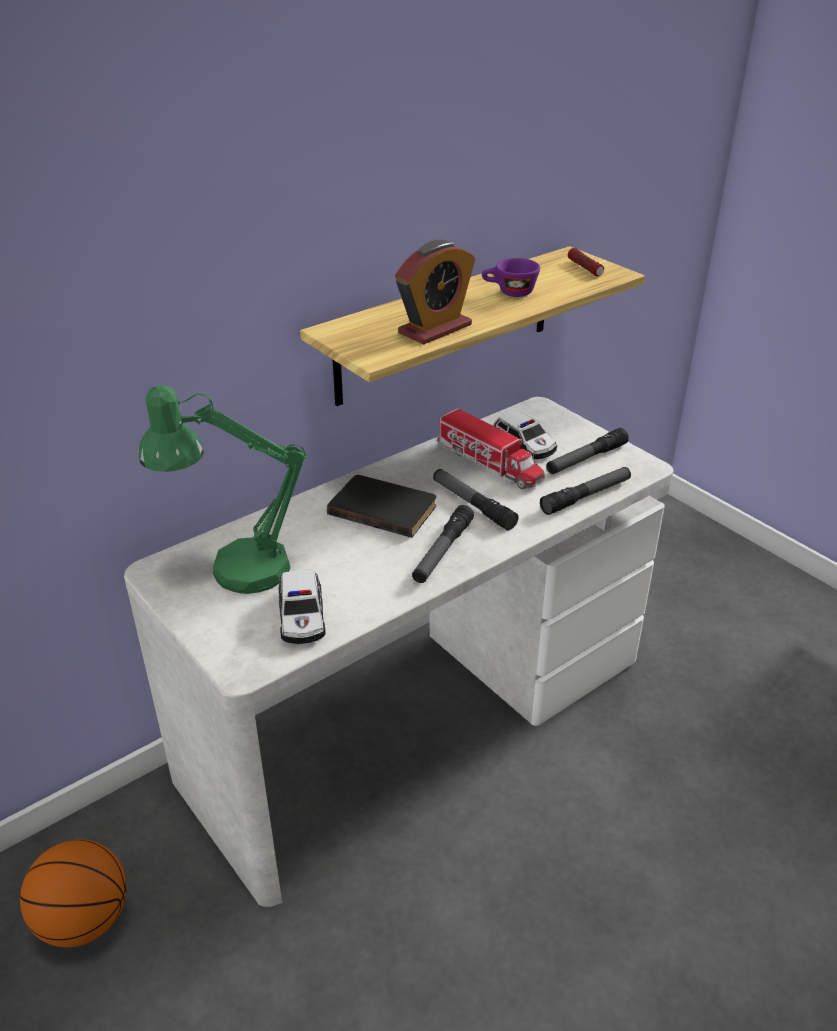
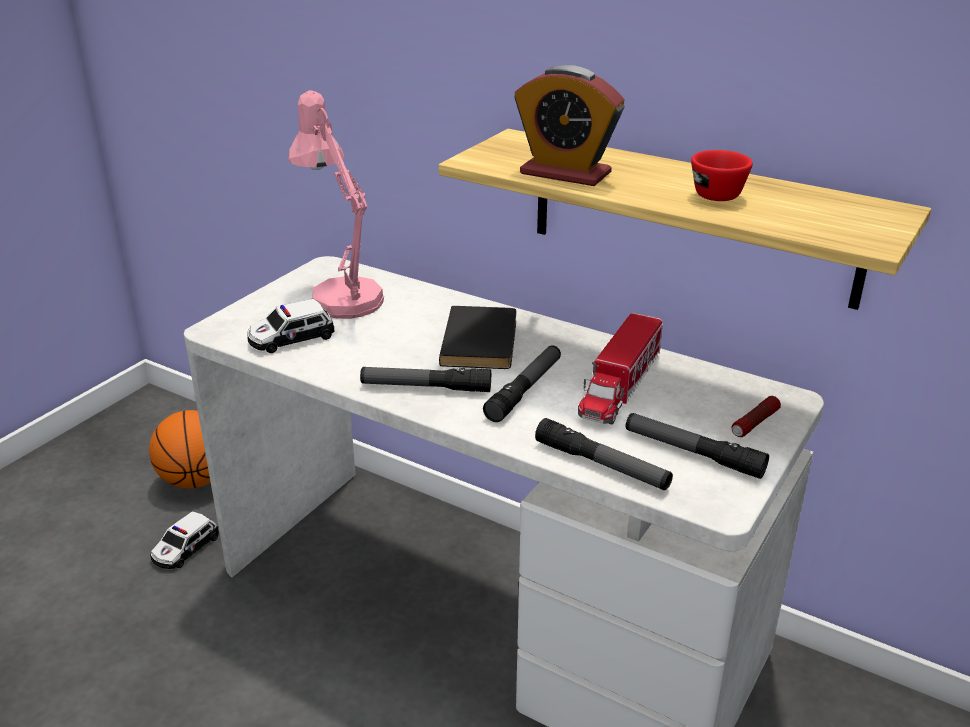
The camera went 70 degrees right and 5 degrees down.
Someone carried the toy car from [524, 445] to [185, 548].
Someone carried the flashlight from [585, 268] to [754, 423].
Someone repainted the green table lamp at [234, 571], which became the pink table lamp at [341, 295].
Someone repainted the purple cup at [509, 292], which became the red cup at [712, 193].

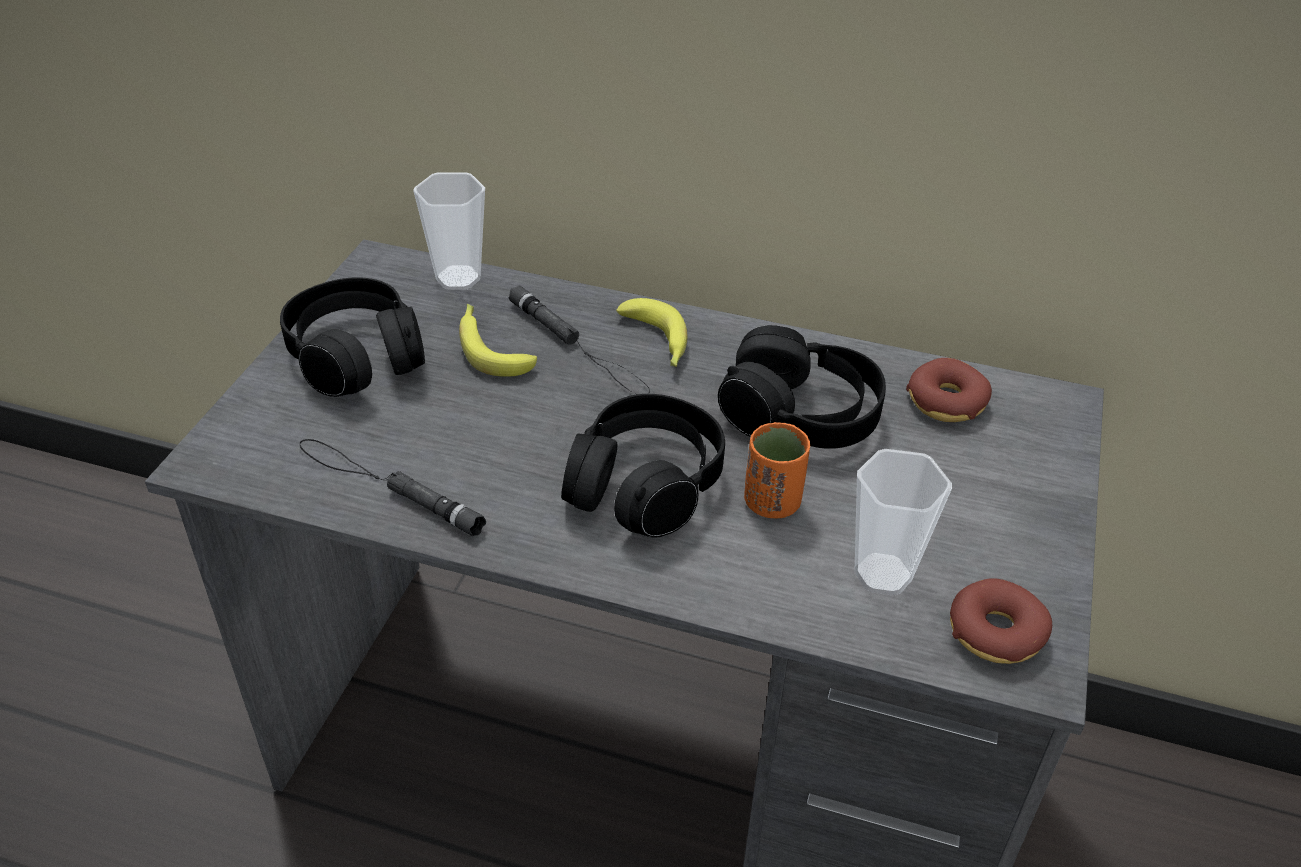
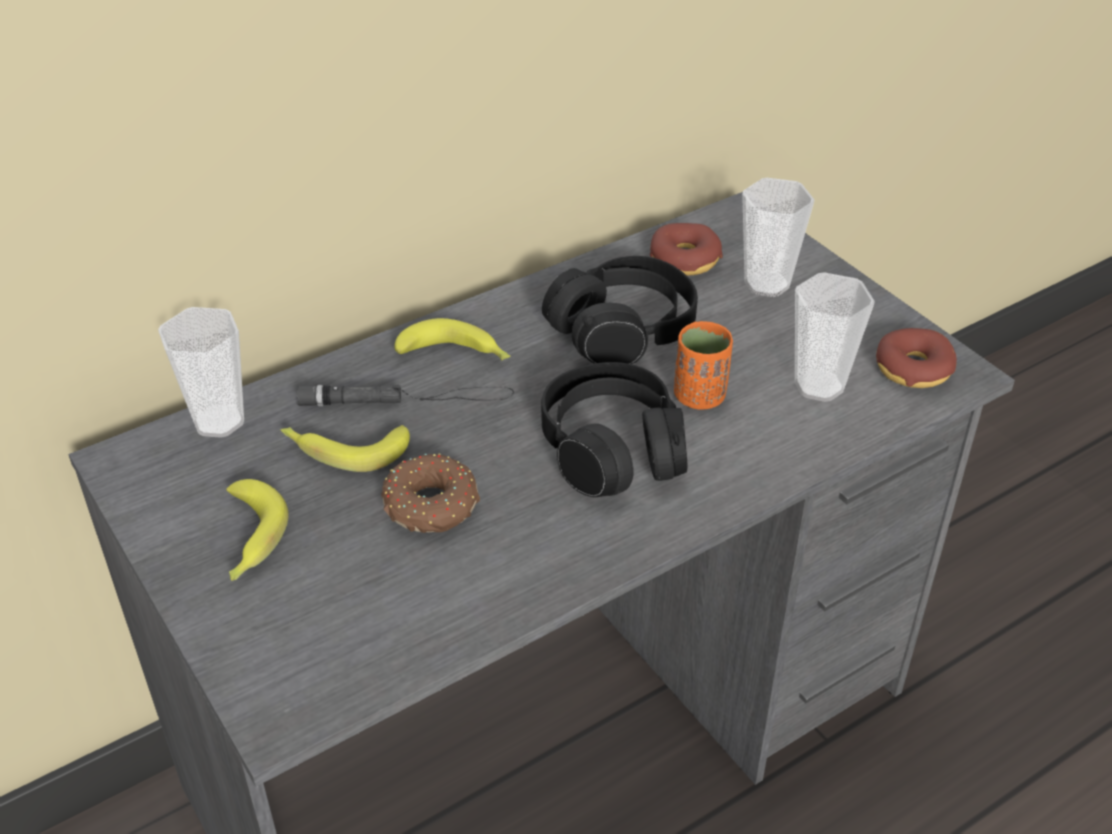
The camera went 50 degrees left and 0 degrees up.
Someone took away the black flashlight at [387, 487].
Someone put down the donut at [431, 507].
Someone put down the cup at [767, 284].
Someone swapped the black headphones at [356, 356] for the banana at [249, 540].

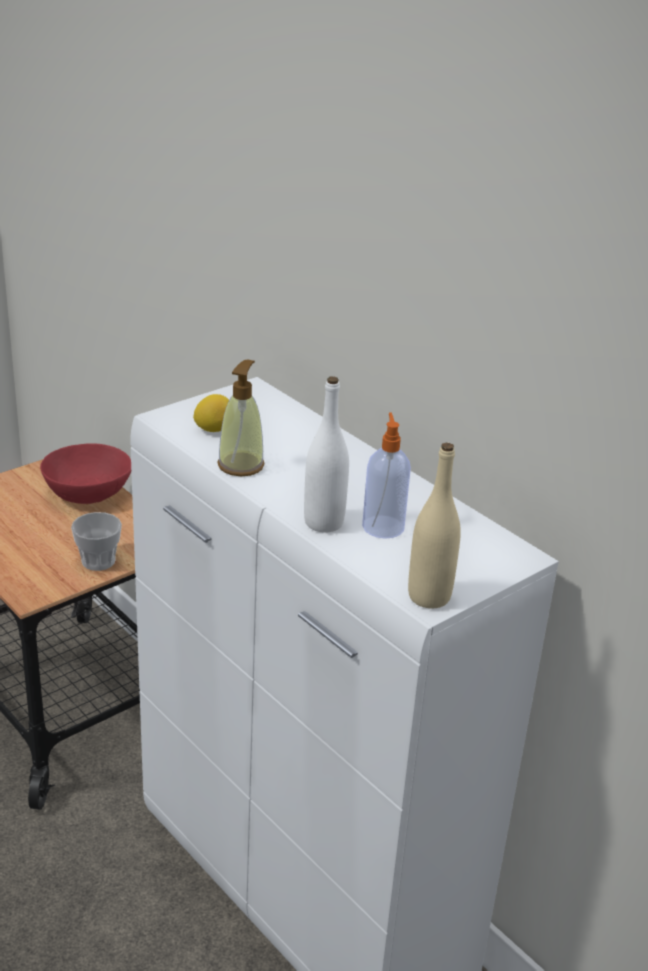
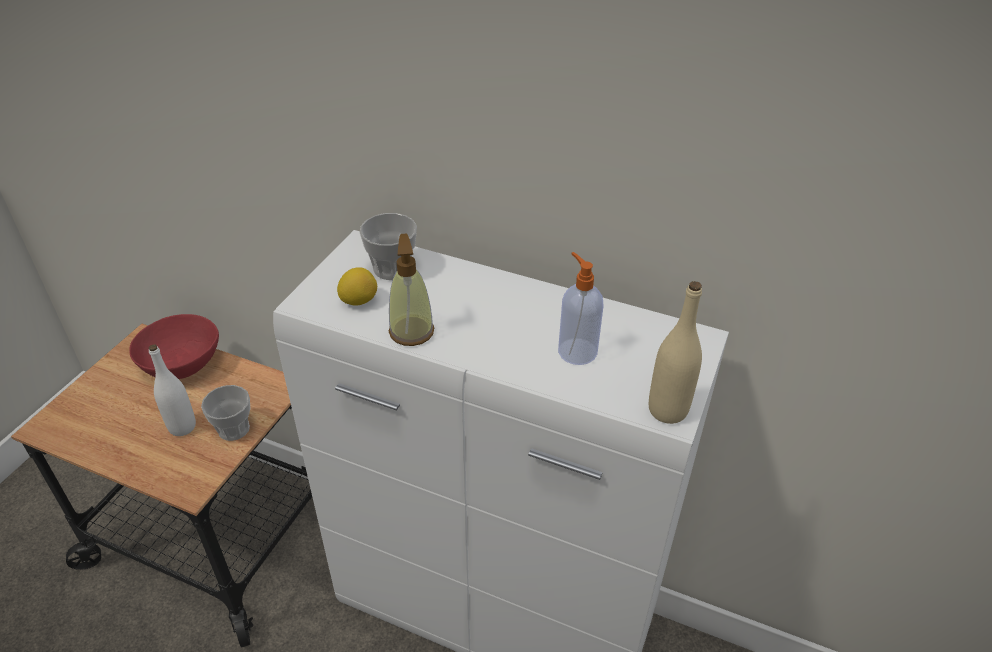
The camera went 25 degrees left and 10 degrees up.
Someone put down the cup at [392, 269].
Someone carried the white bottle from [323, 522] to [182, 427].

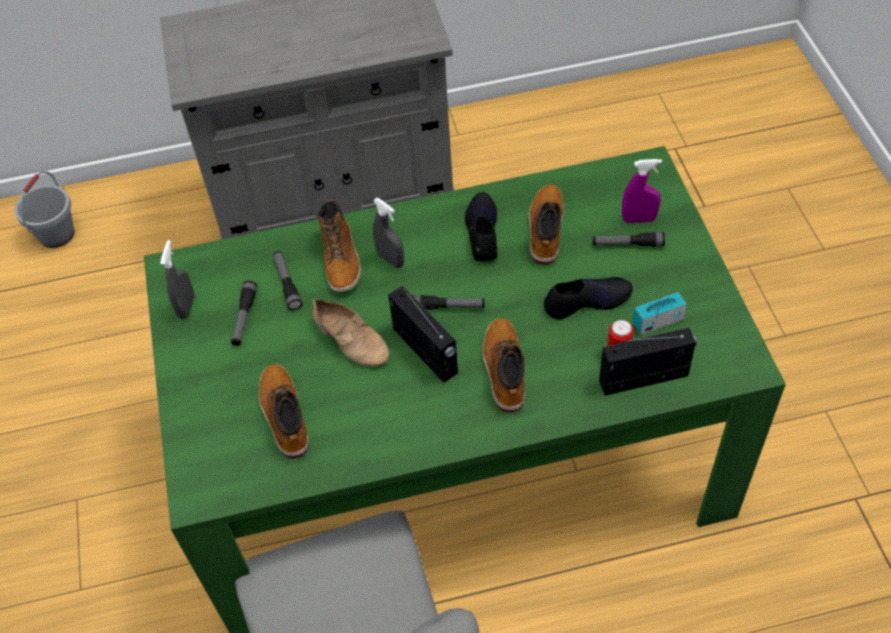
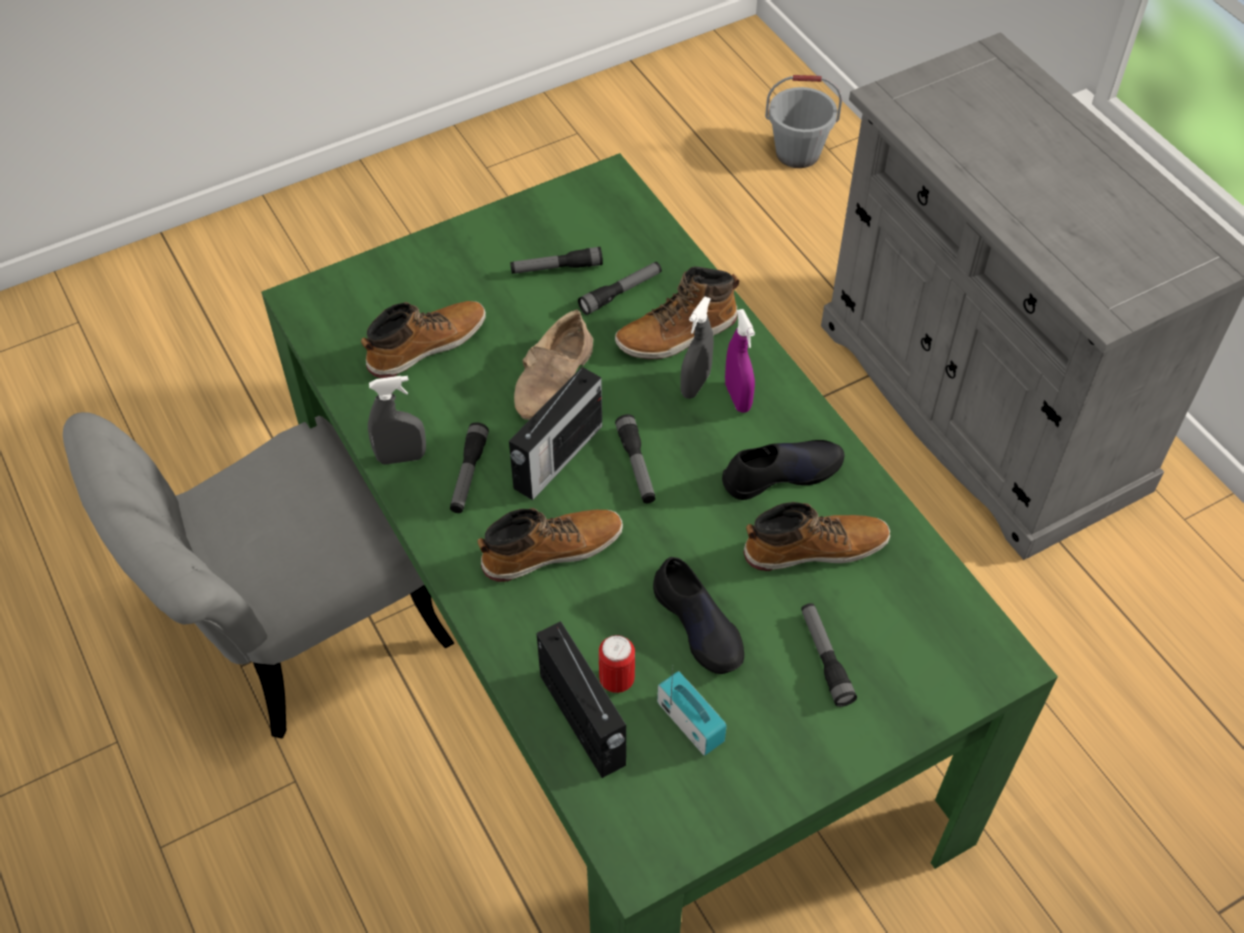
The camera went 70 degrees right and 0 degrees up.
Someone put down the flashlight at [468, 474].
Someone carried the grey spray bottle from [186, 307] to [401, 457].
Someone carried the purple spray bottle from [638, 219] to [737, 397].

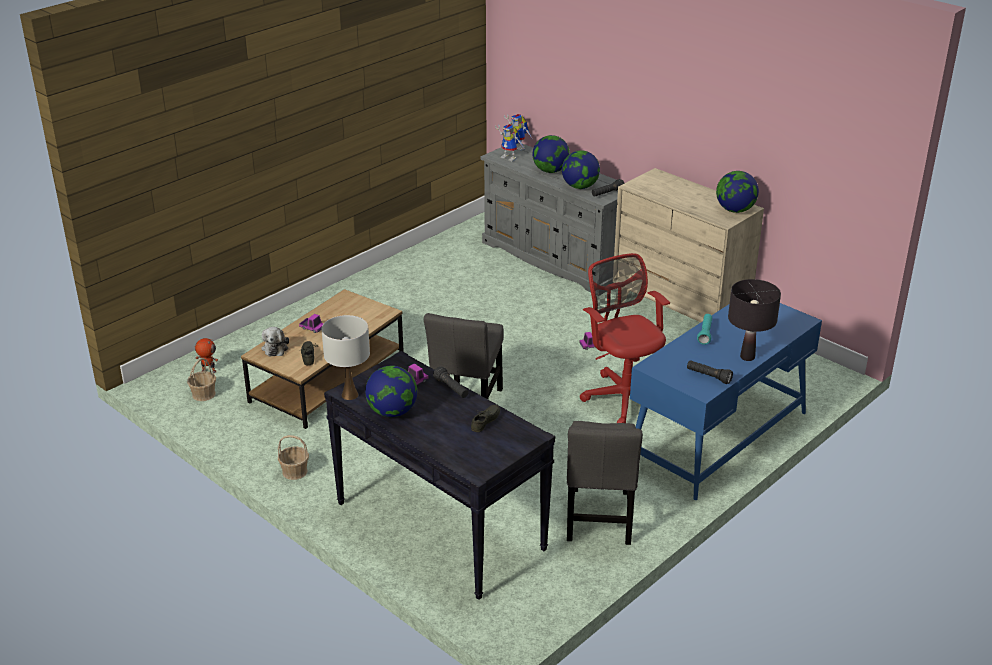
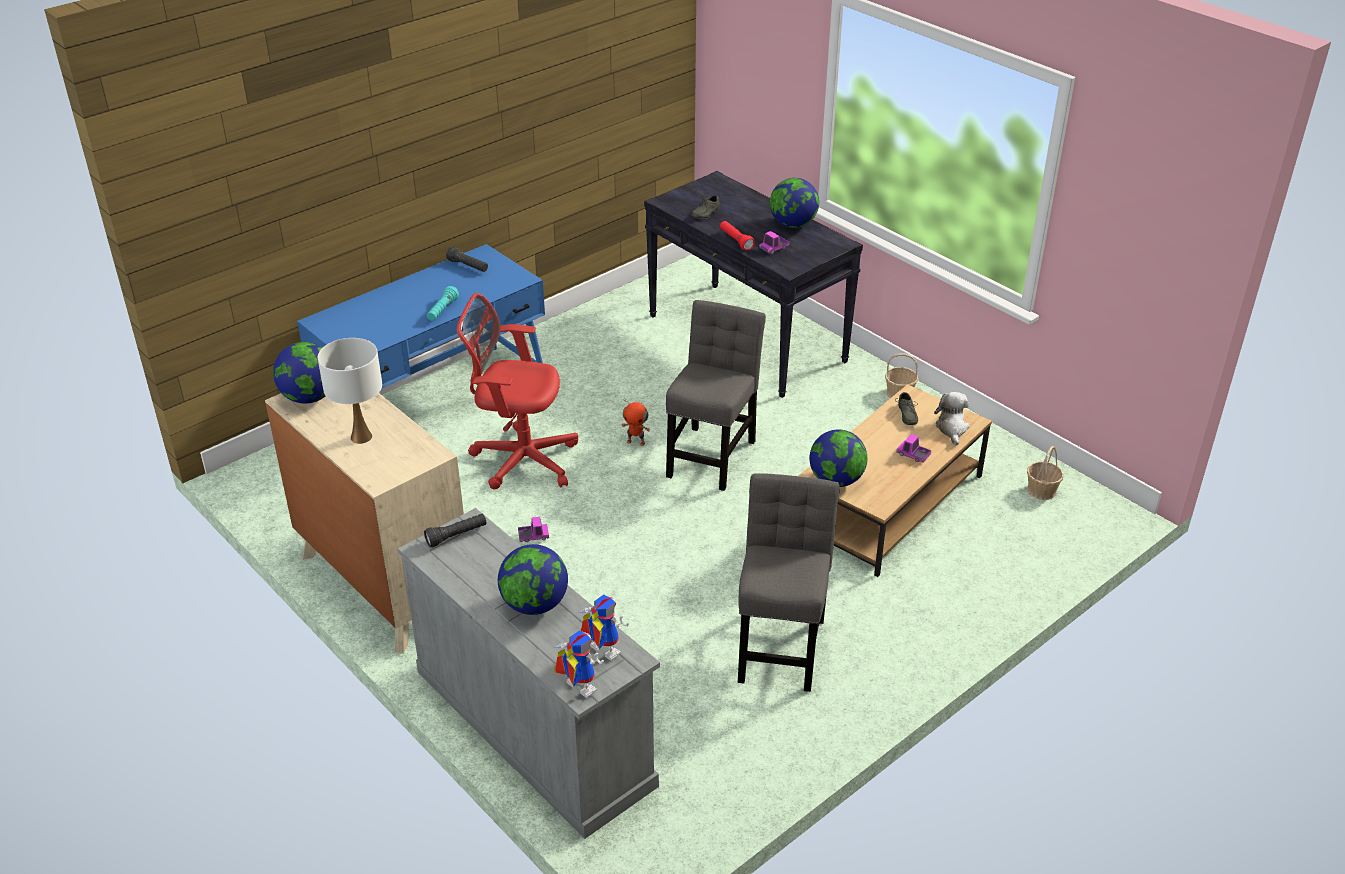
The camera went 175 degrees left and 5 degrees up.
Someone took away the black table lamp at [747, 357].
Someone carried the toy robot from [208, 371] to [636, 442].
Someone carried the white table lamp from [349, 395] to [361, 437].
Someone carried the globe from [580, 186] to [836, 480].
Someone carried the grey chair from [599, 519] to [781, 644].
Someone repainted the black flashlight at [451, 389], which became the red flashlight at [735, 241].
Someone rotated the red office chair at [623, 396] by 120 degrees clockwise.

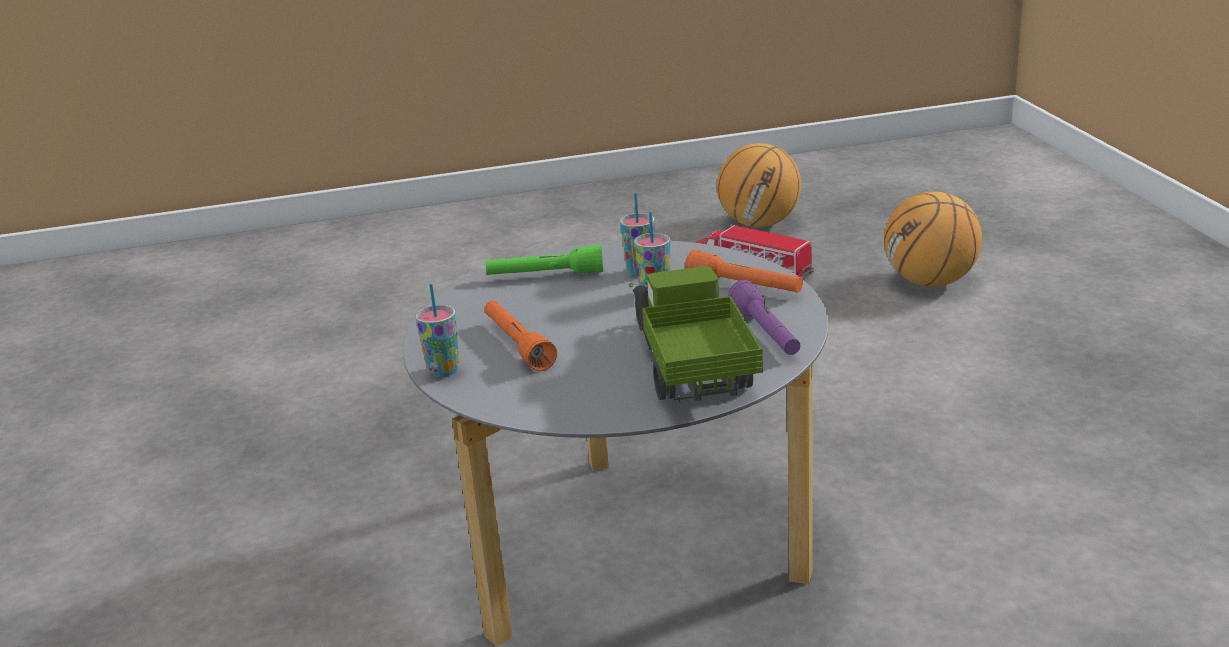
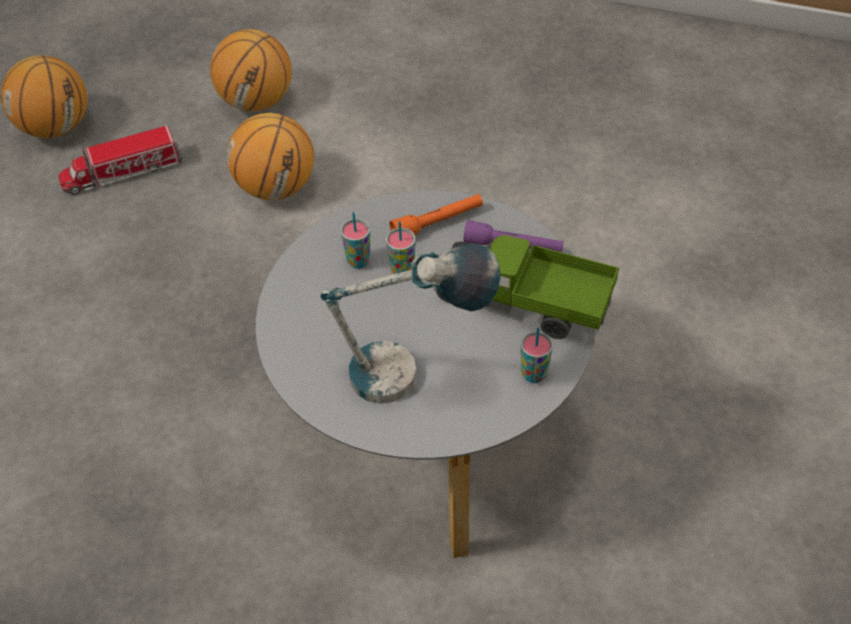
The camera went 60 degrees left and 25 degrees up.
Someone took away the green flashlight at [545, 275].
Someone put down the basketball at [277, 187].
Someone carried the cup from [443, 371] to [534, 374].
Someone swapped the orange flashlight at [517, 345] for the table lamp at [413, 377].

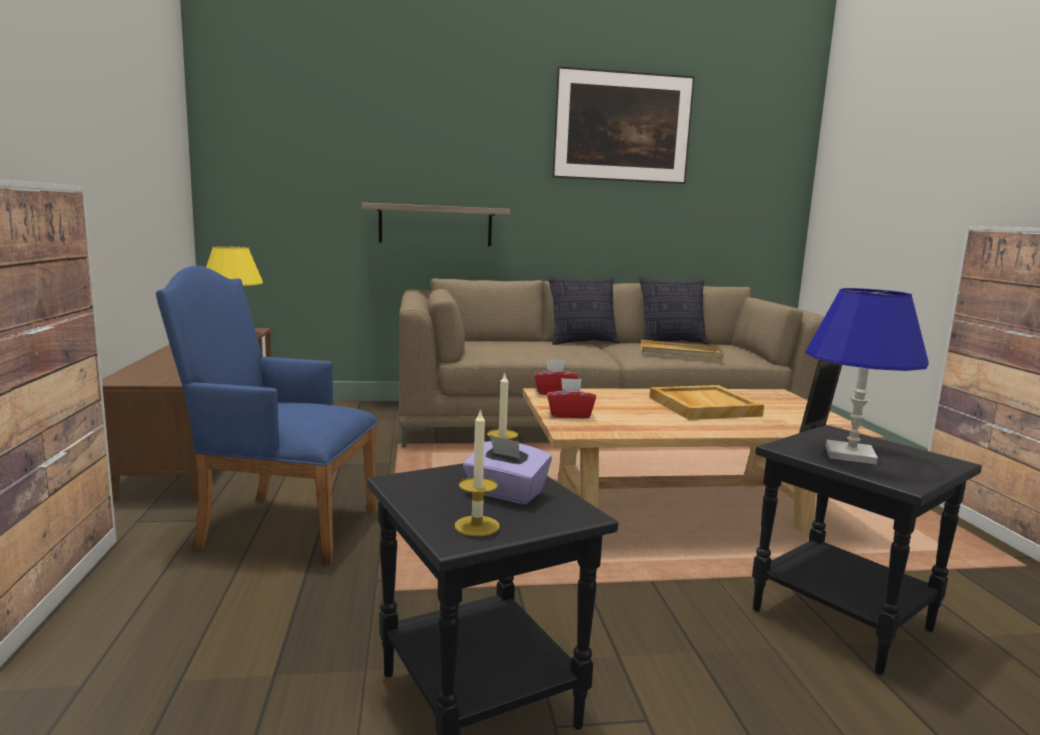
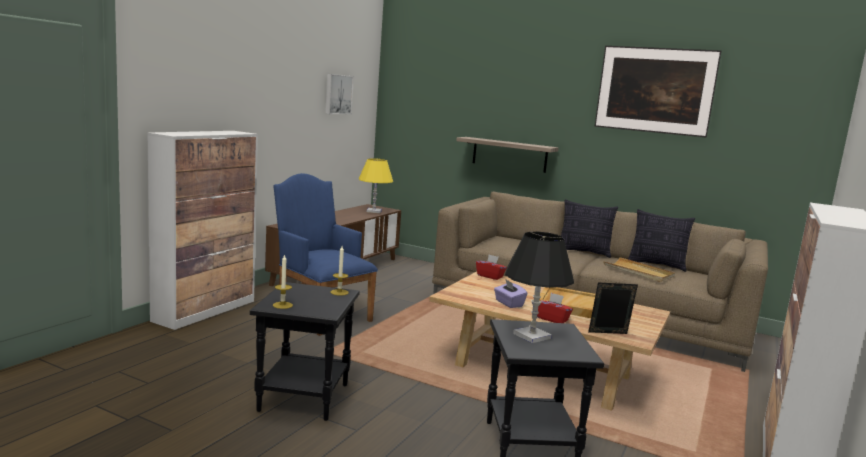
The camera went 35 degrees right and 0 degrees up.
Someone put up the picture at [337, 94].
Someone carried the purple tissue box from [505, 493] to [508, 303].
Someone carried the red tissue box from [569, 415] to [552, 319].
Someone repainted the blue table lamp at [850, 455], which became the black table lamp at [532, 336].

